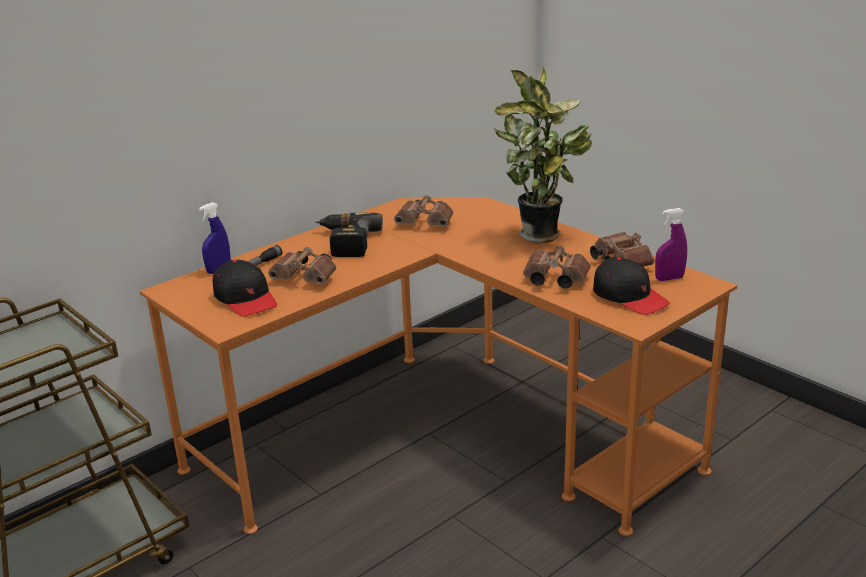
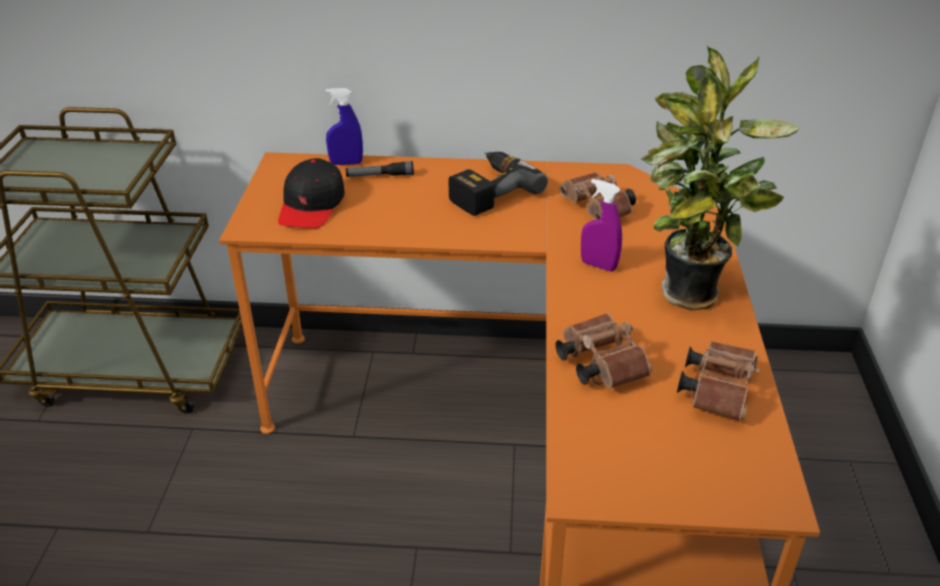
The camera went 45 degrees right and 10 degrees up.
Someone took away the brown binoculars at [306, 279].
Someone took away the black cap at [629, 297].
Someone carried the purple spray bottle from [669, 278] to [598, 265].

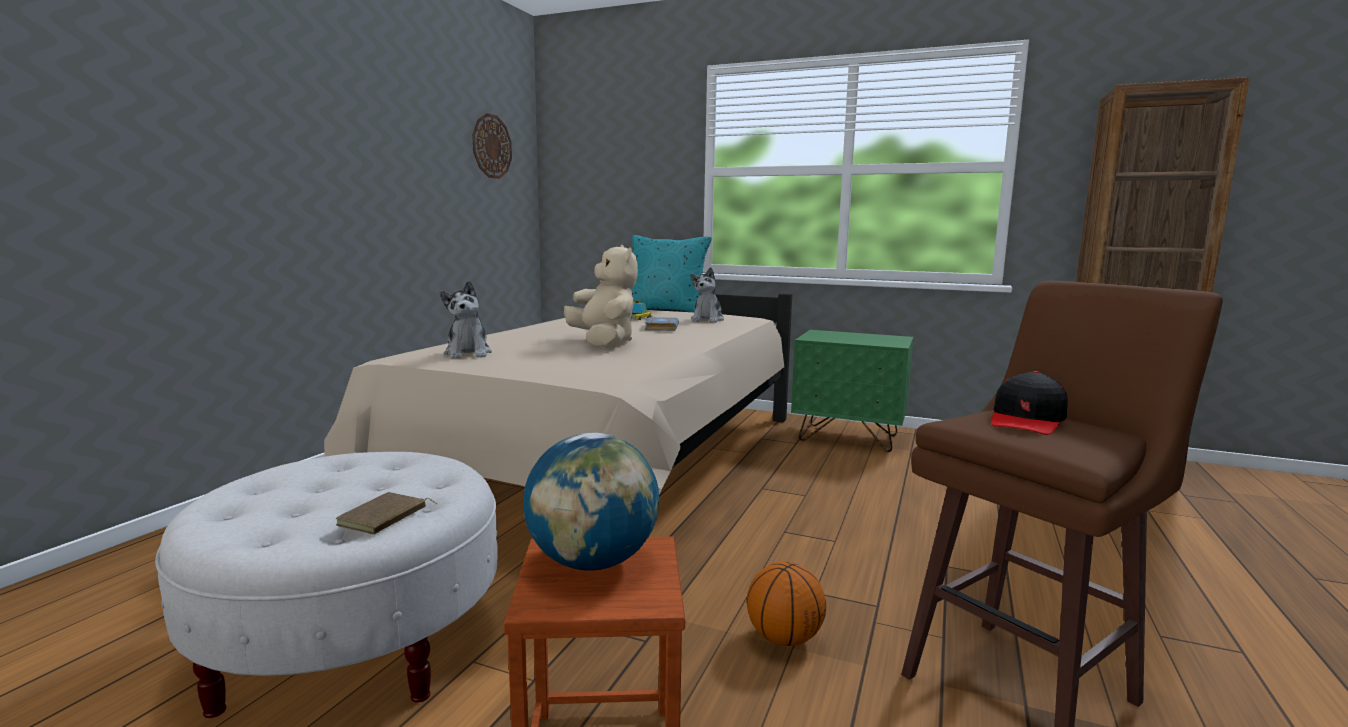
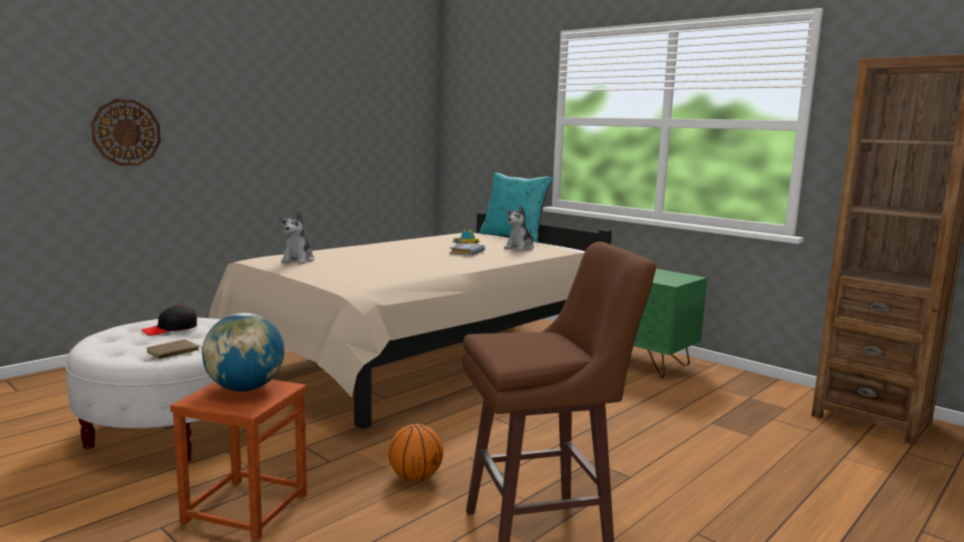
The camera went 20 degrees right and 0 degrees up.
Someone took away the beige plush toy at [604, 343].
Someone carried the wall clock from [491, 146] to [126, 132].
Someone carried the black cap from [1027, 420] to [170, 329].

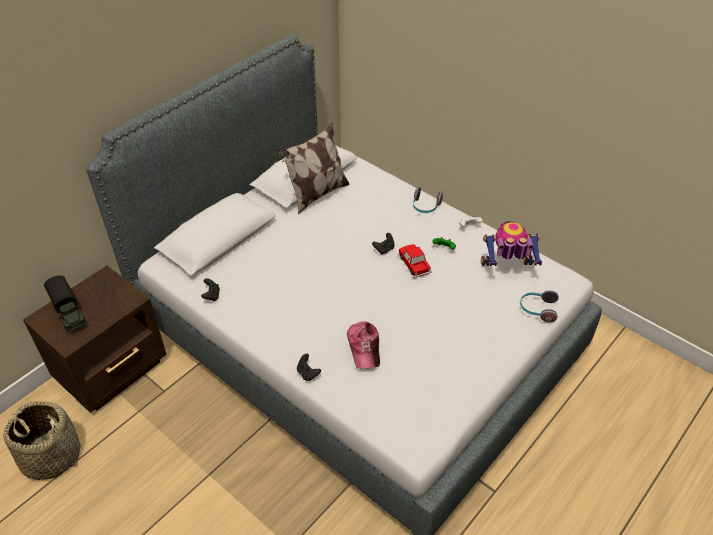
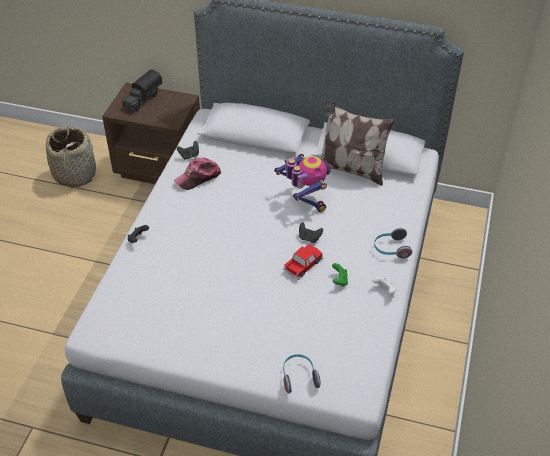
The camera went 65 degrees right and 0 degrees up.
Someone carried the cap from [364, 348] to [198, 177].
Someone carried the toy robot from [506, 269] to [304, 198].

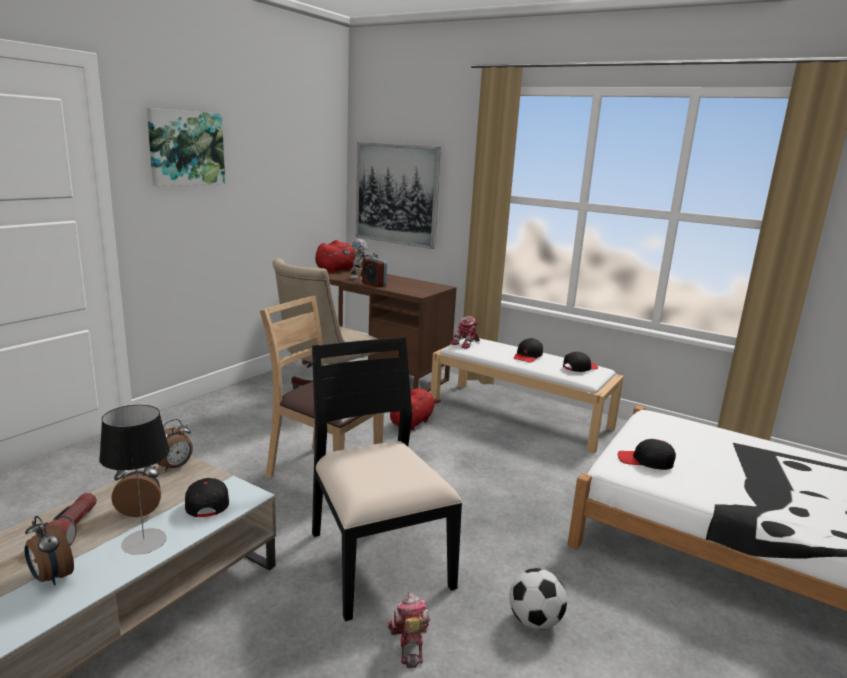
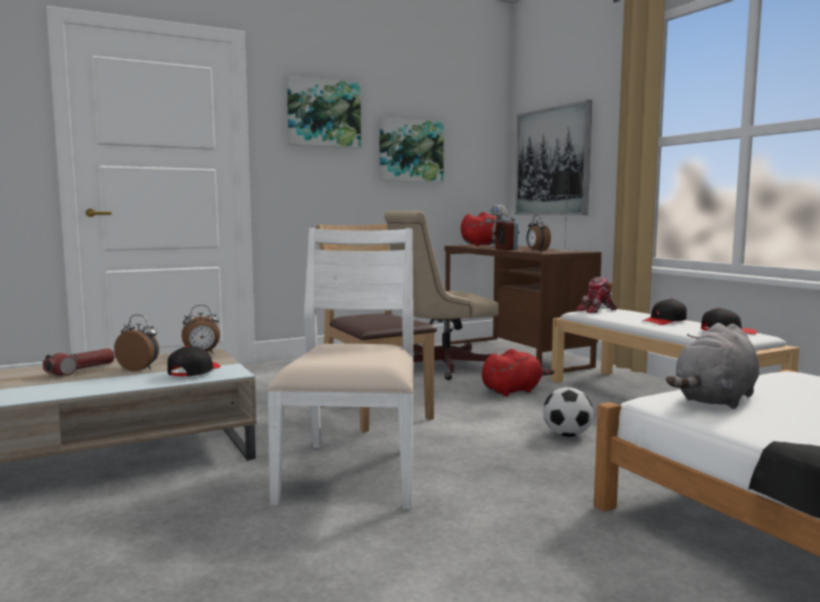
The camera went 30 degrees right and 10 degrees down.
Someone took away the toy robot at [409, 642].
Someone put up the picture at [410, 151].
Someone carried the alarm clock from [51, 577] to [537, 251].
Someone carried the table lamp from [144, 542] to [564, 250].
Someone carried the football from [534, 621] to [567, 435].
Someone swapped the black cap at [645, 461] for the grey plush toy at [715, 400].
Someone repainted the black chair at [376, 559], which became the white chair at [353, 473].

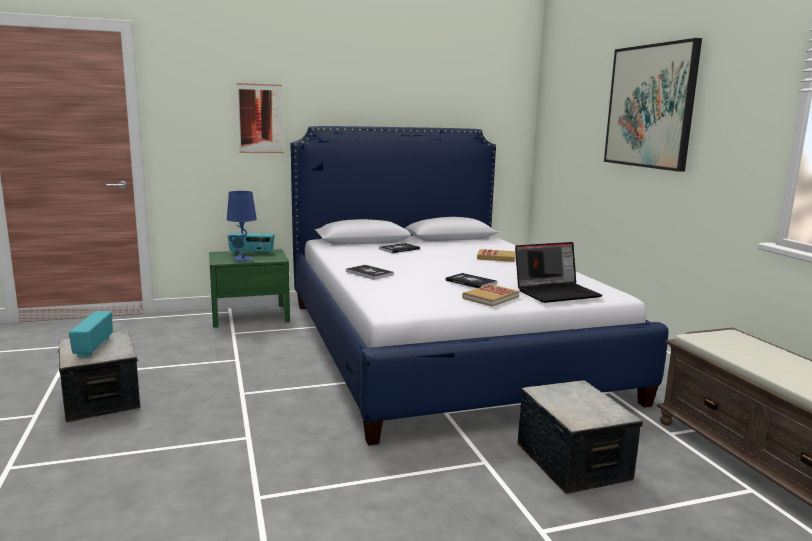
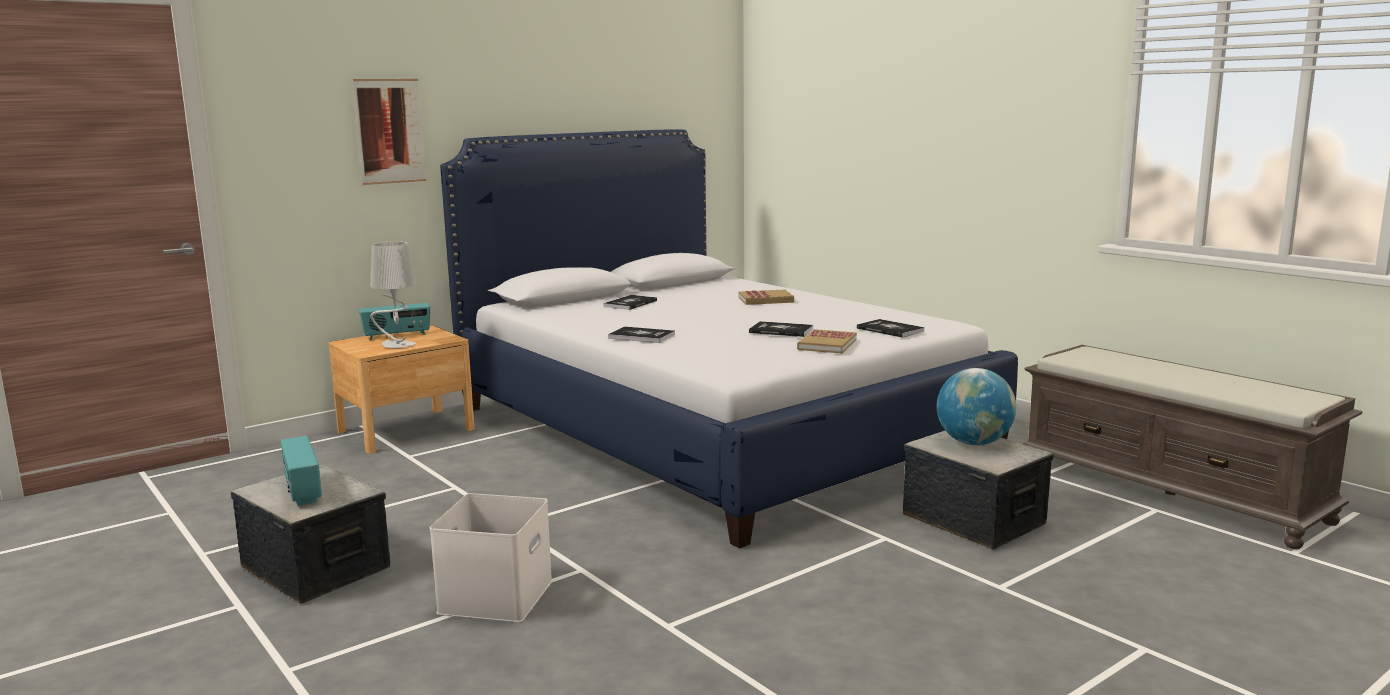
The camera went 20 degrees left and 0 degrees up.
Someone took away the picture at [650, 106].
Someone put down the white storage box at [497, 597].
Someone put down the globe at [974, 443].
Someone swapped the laptop at [556, 292] for the book at [890, 330].
Someone repainted the green nightstand at [250, 315], which became the brown nightstand at [406, 430].
Someone repainted the blue table lamp at [242, 259], which became the grey table lamp at [396, 345].

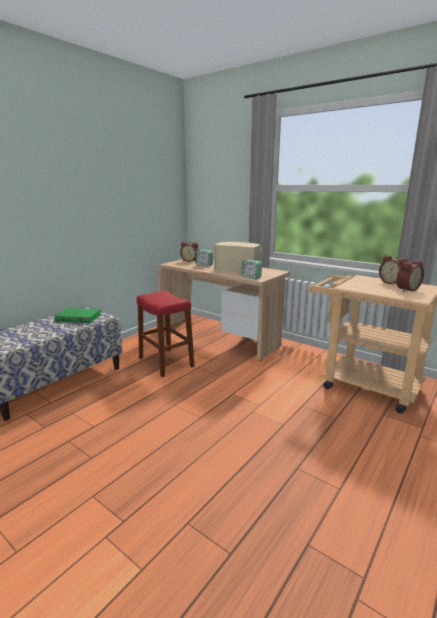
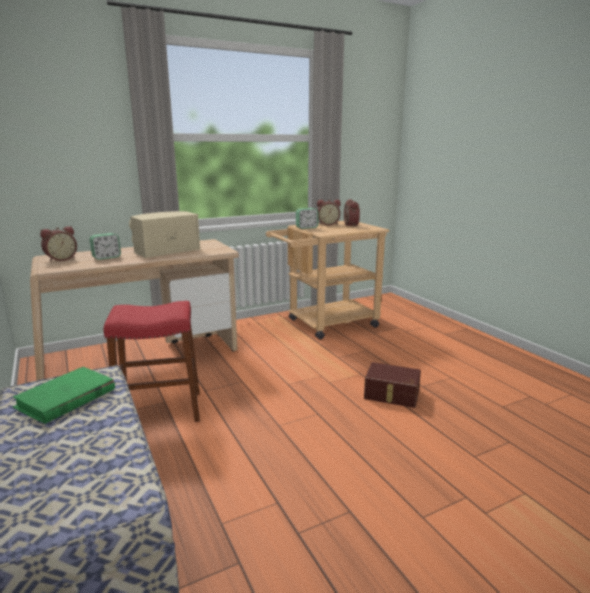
The camera went 65 degrees left and 0 degrees up.
Someone put down the brown storage box at [391, 395].
Someone carried the alarm clock from [251, 277] to [306, 227].

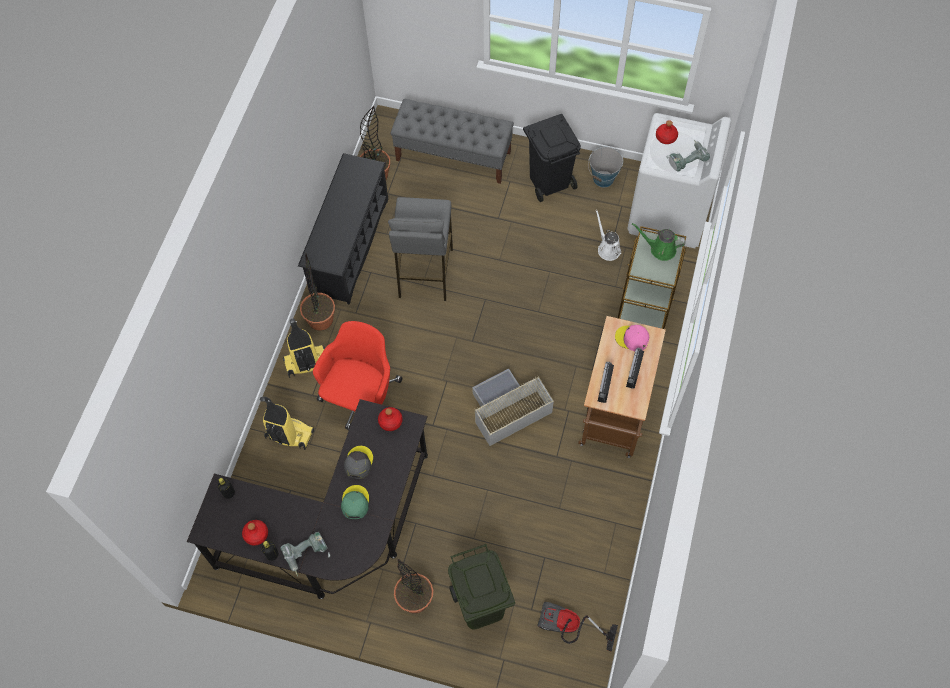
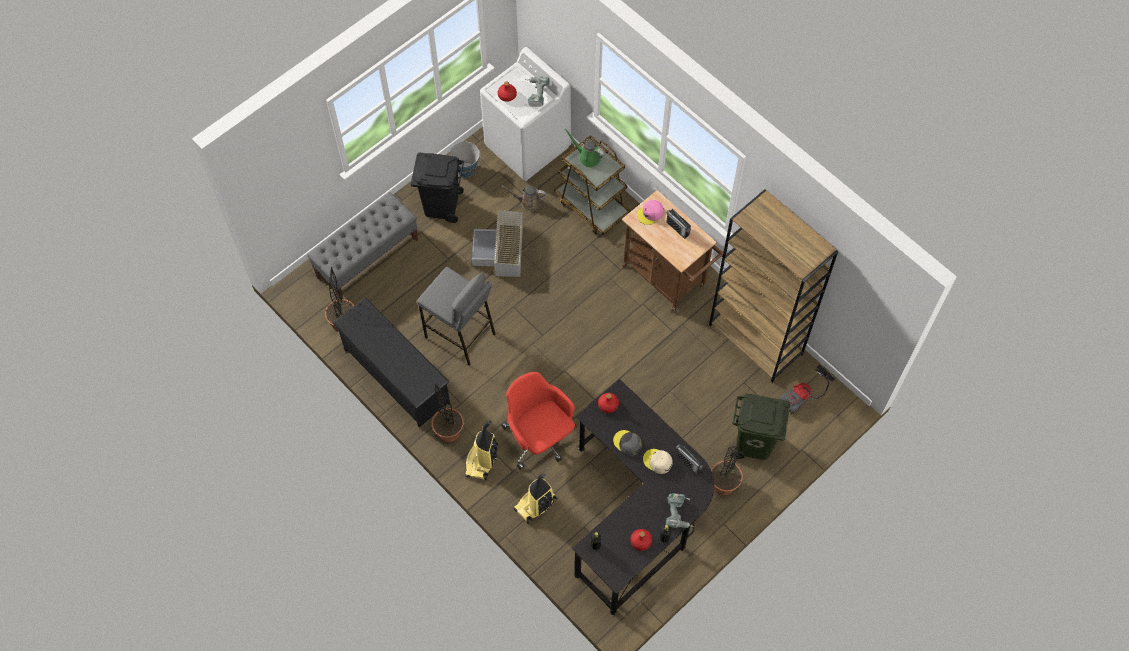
The camera went 60 degrees left and 0 degrees up.
Someone put down the brown bookcase at [756, 340].
Someone carried the grey storage box from [507, 410] to [501, 251].
Someone carried the radio from [604, 387] to [688, 462].
Someone repainted the green cap at [355, 502], which became the beige cap at [657, 461].
Someone repainted the white watering can at [607, 248], which became the brown watering can at [528, 202].
Someone rotated the green watering can at [660, 249] by 75 degrees clockwise.

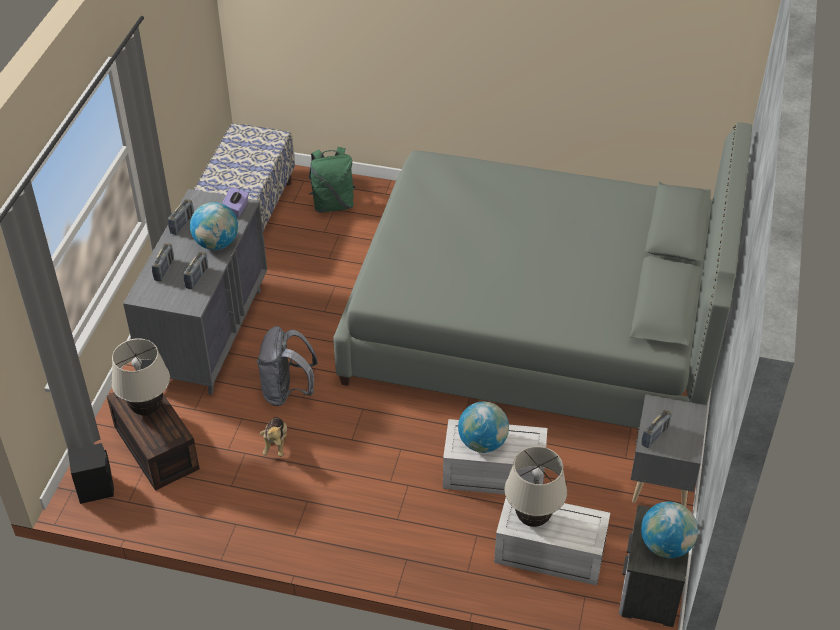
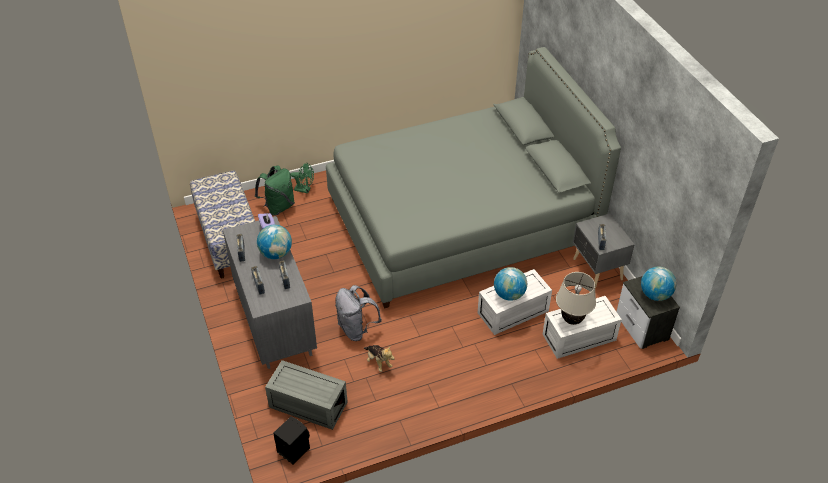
The camera went 35 degrees left and 0 degrees up.
Someone took away the beige table lamp at [147, 409].
Someone put down the green fan at [305, 190].
Someone repainted the brown storage box at [154, 447], which became the grey storage box at [306, 405].

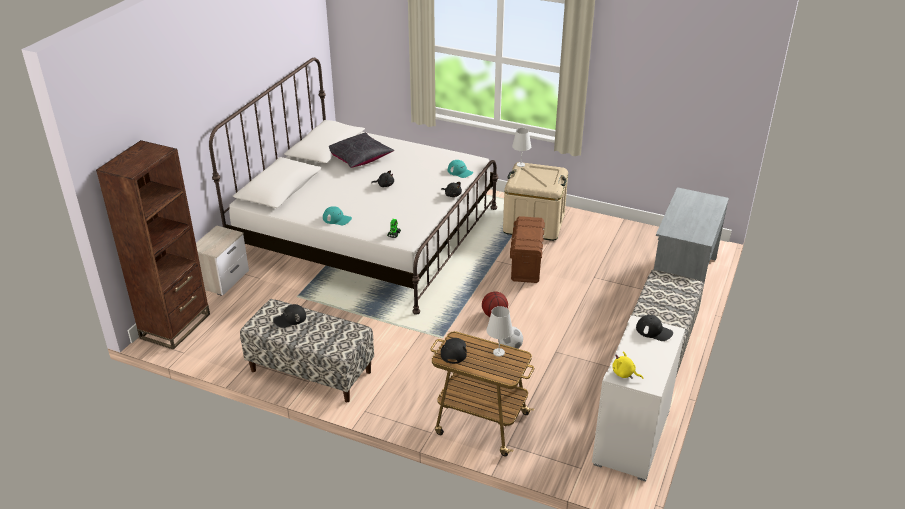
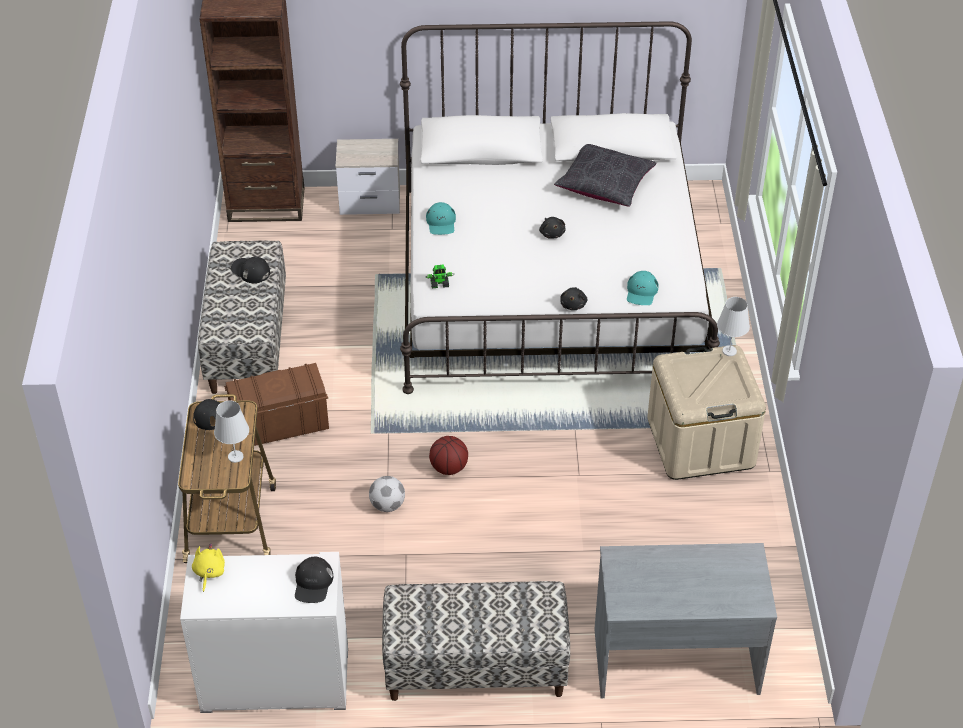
The camera went 65 degrees right and 10 degrees up.
Someone carried the brown storage box from [526, 265] to [279, 426].

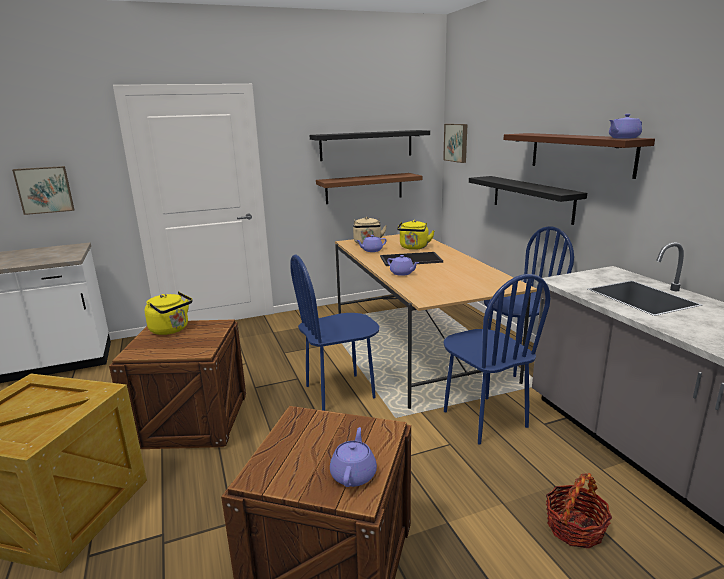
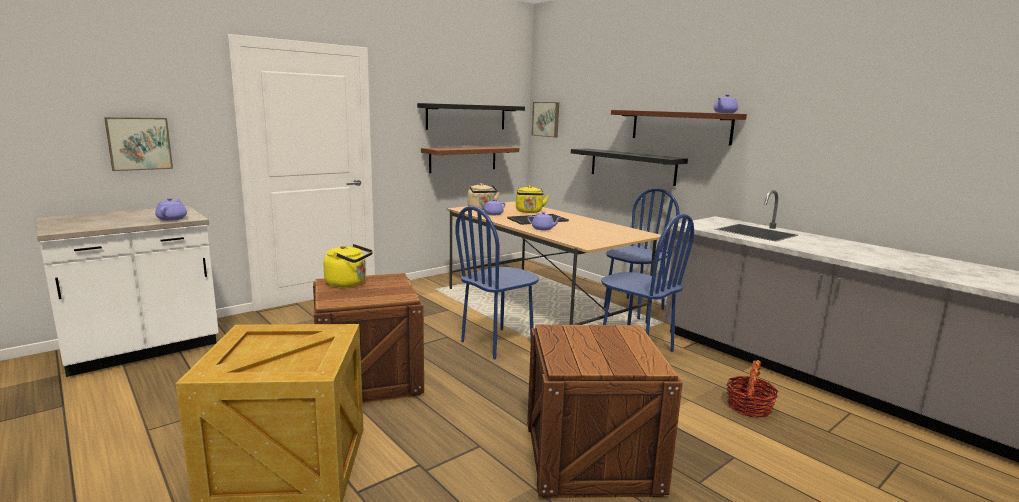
The camera went 20 degrees left and 5 degrees down.
Someone carried the purple teapot from [354, 474] to [172, 218].

